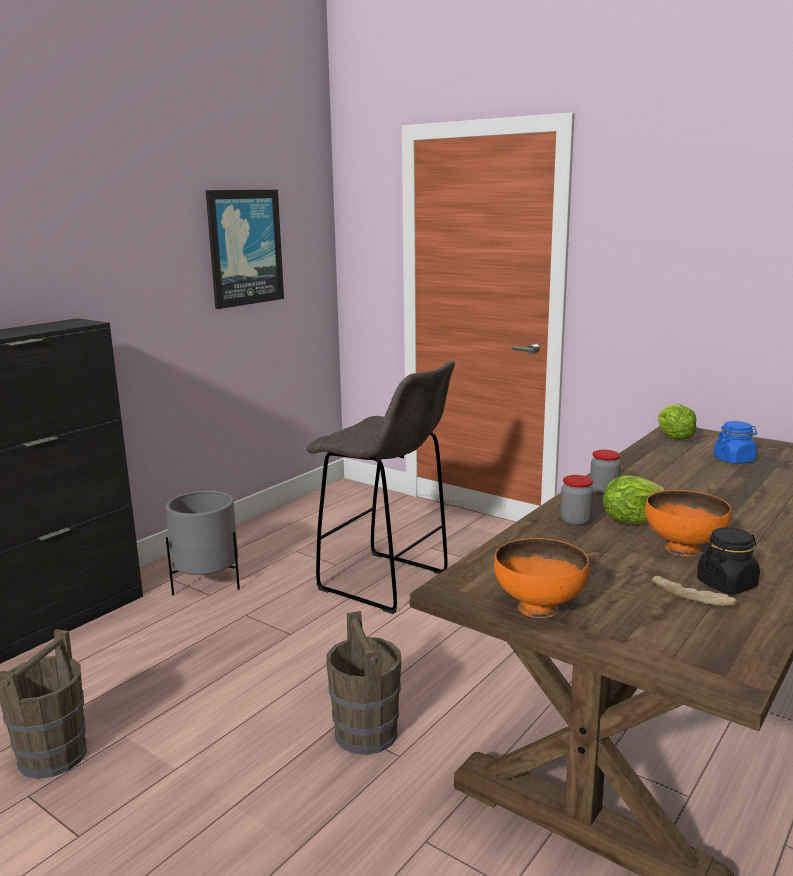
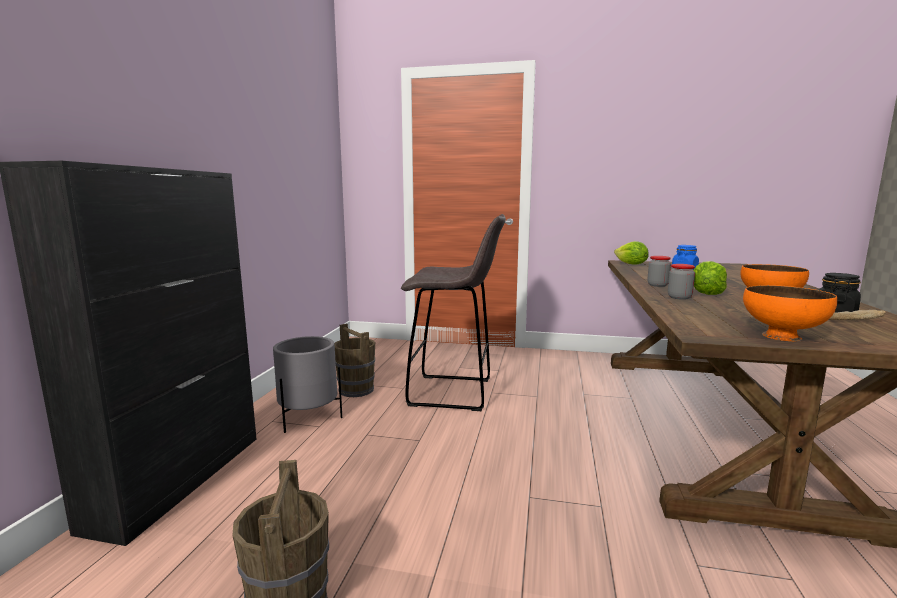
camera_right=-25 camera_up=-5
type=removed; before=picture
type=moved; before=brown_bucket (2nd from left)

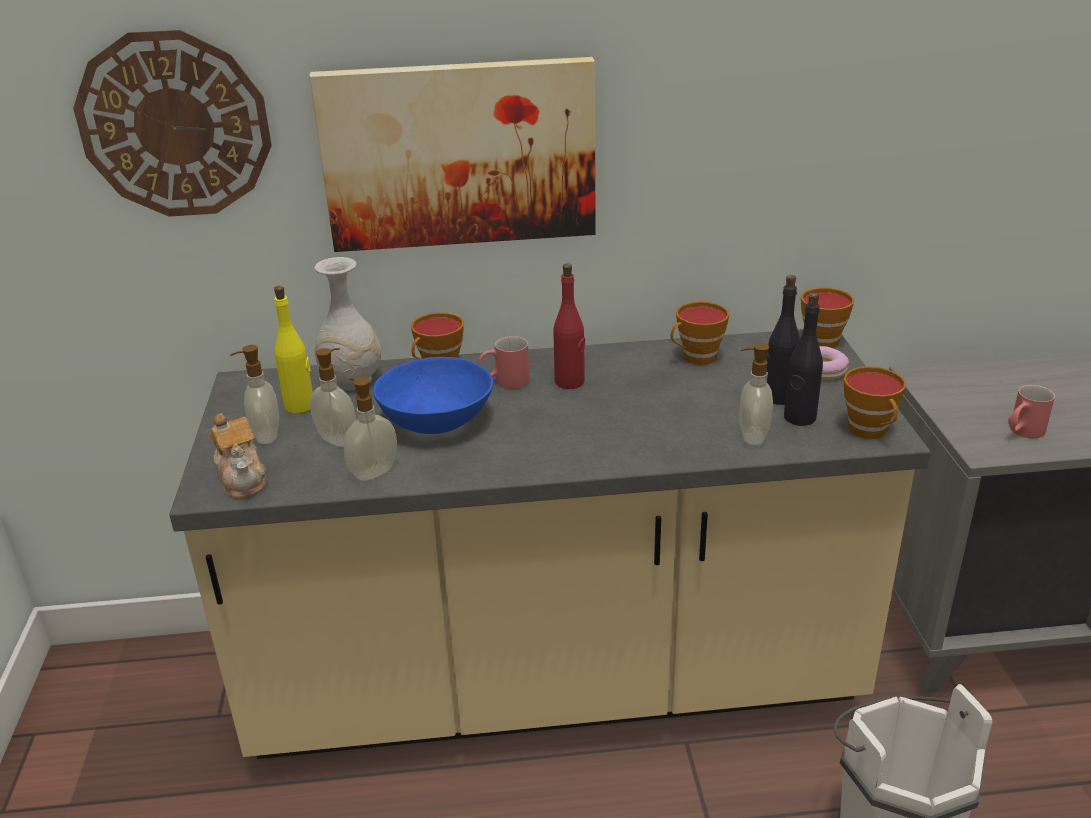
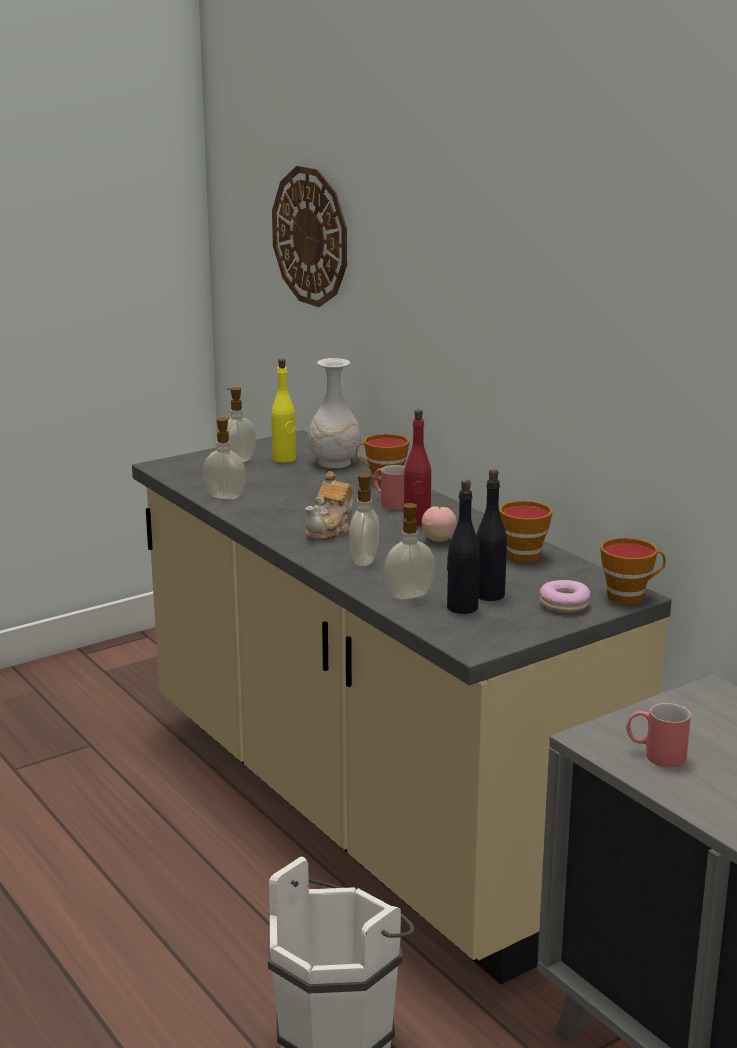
camera_right=60 camera_up=-10
type=removed; before=picture
type=moved; before=soap_dispenser (2nd from left in the first image); after=soap_dispenser (3rd from left)
type=removed; before=blue_bowl
type=removed; before=cup (4th from left)
type=moved; before=teapot
type=added; after=apple

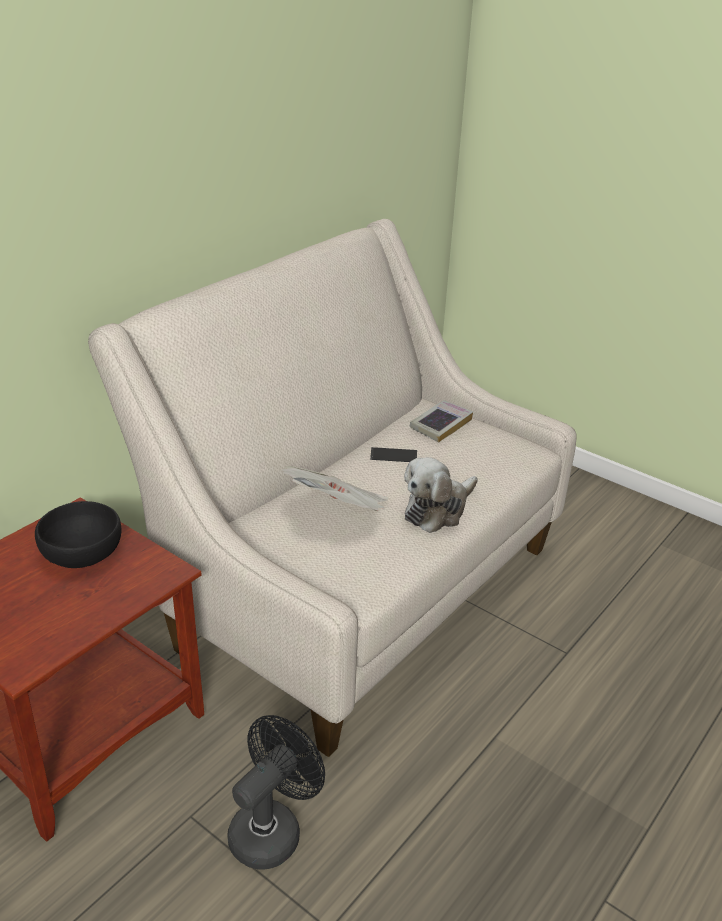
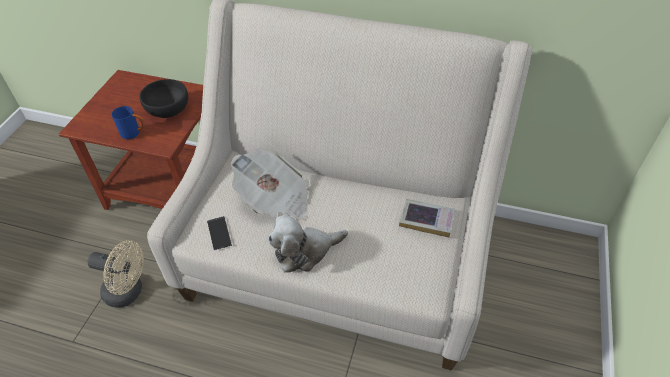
camera_right=70 camera_up=15
type=moved; before=phone
type=turned; before=plush_toy; turn=-45
type=recoloured; before=black_fan; after=beige_fan
type=added; after=blue_mug

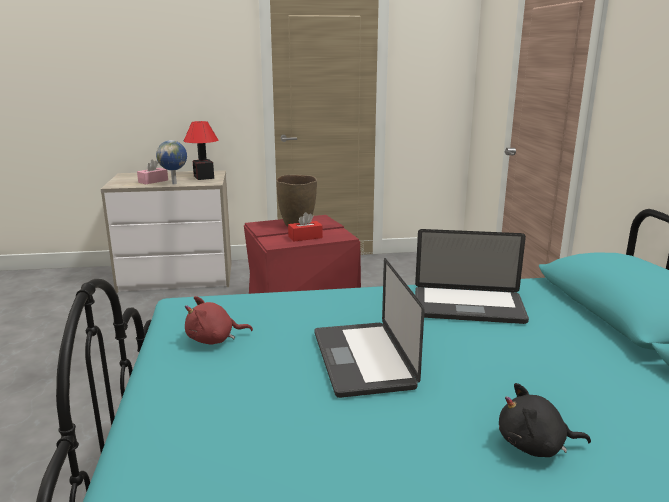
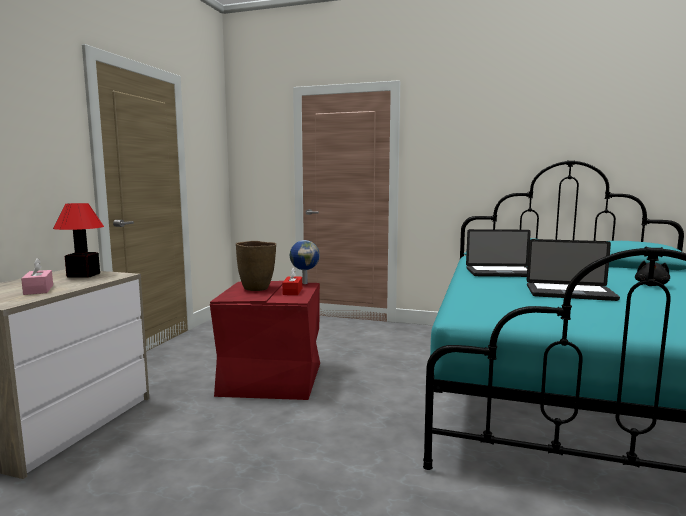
camera_right=-65 camera_up=-10
type=moved; before=globe
type=turned; before=laptop (2nd from left in the first image); turn=60
type=removed; before=red_plush_toy

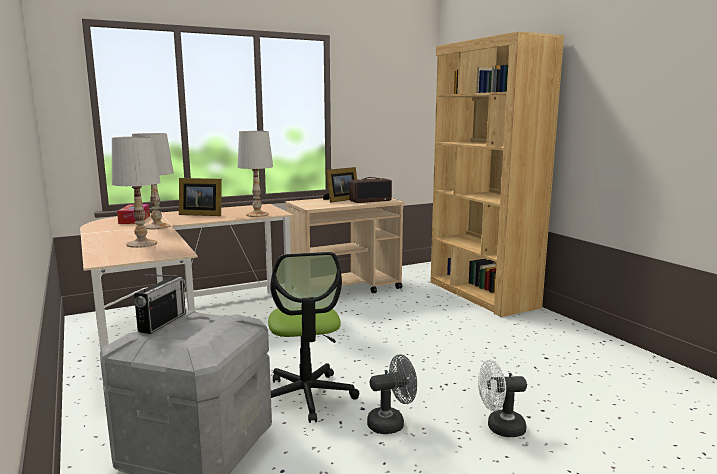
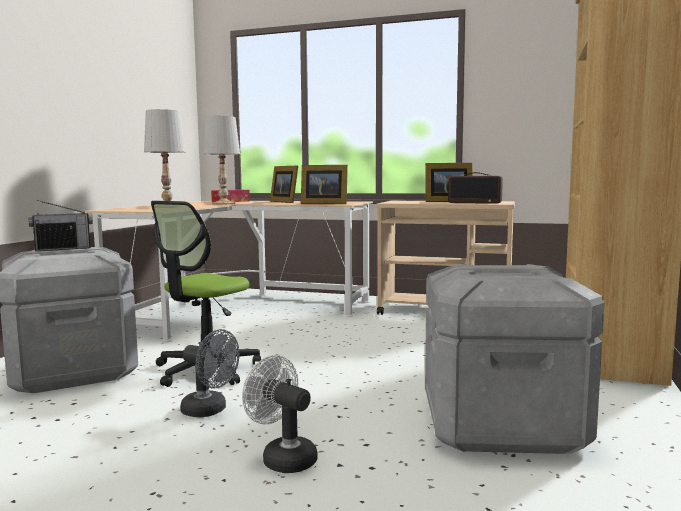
camera_right=45 camera_up=-5
type=replaced; before=white_table_lamp (3rd from left); after=picture_frame (2nd from left)
type=added; after=grey_storage_box (2nd from left)

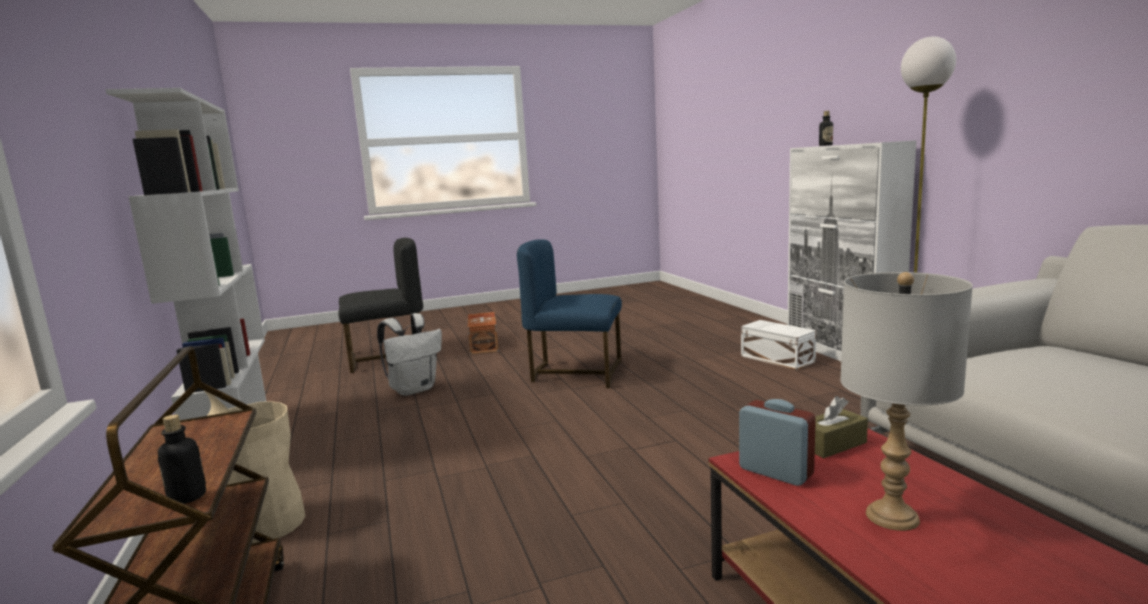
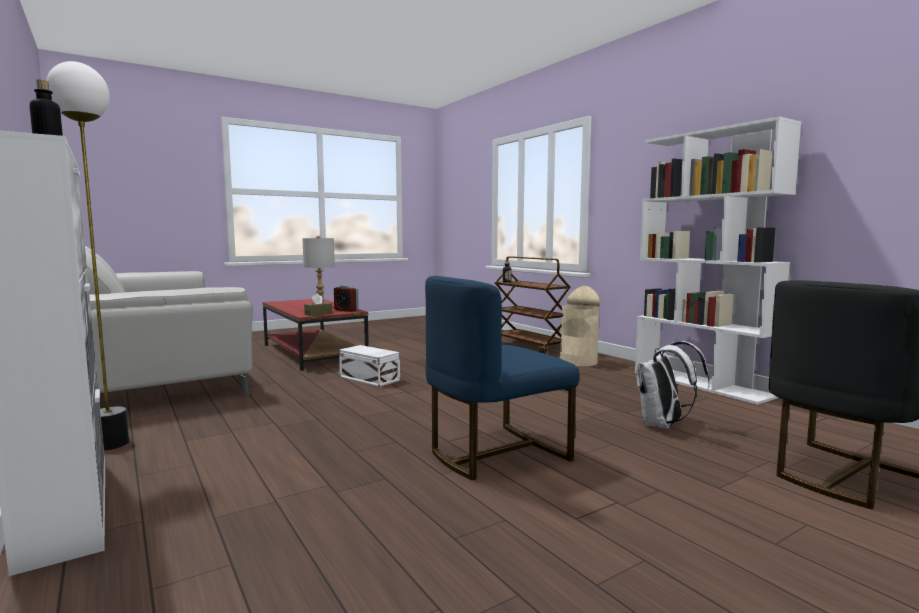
camera_right=165 camera_up=-5
type=turned; before=blue_chair; turn=150
type=removed; before=brown_storage_box
type=moved; before=white_storage_box

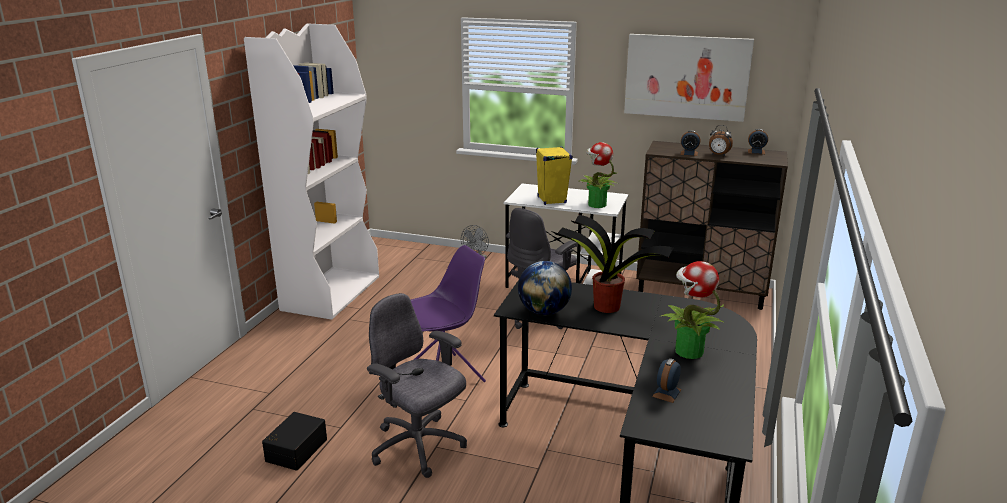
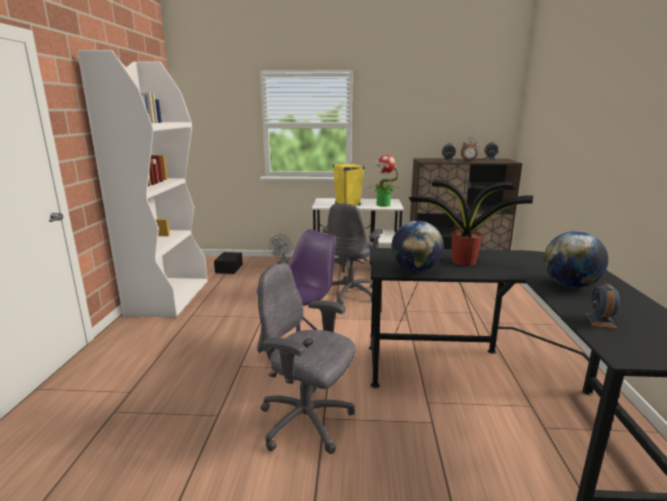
camera_right=-15 camera_up=-5
type=removed; before=picture
type=replaced; before=potted_plant (3rd from left); after=globe (2nd from left)
type=moved; before=black_storage_box

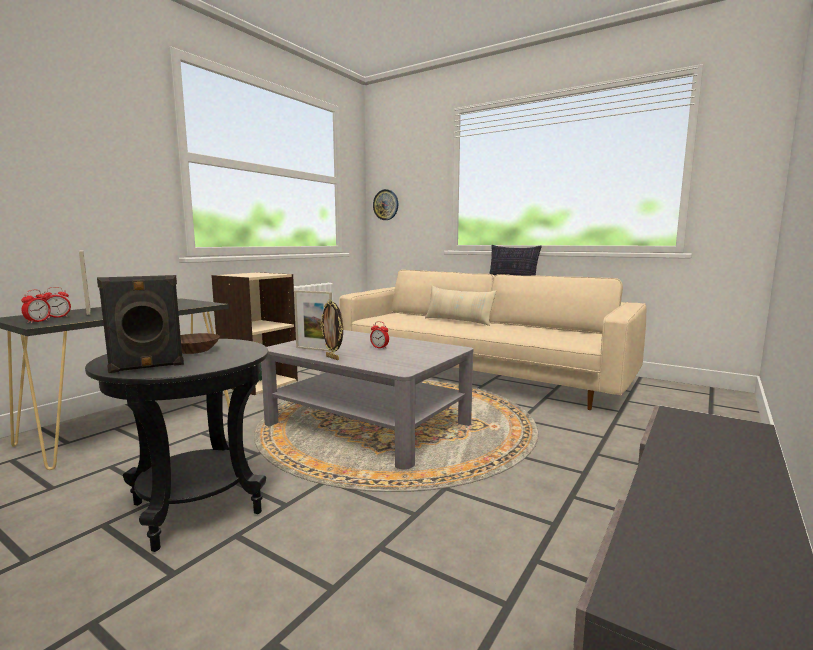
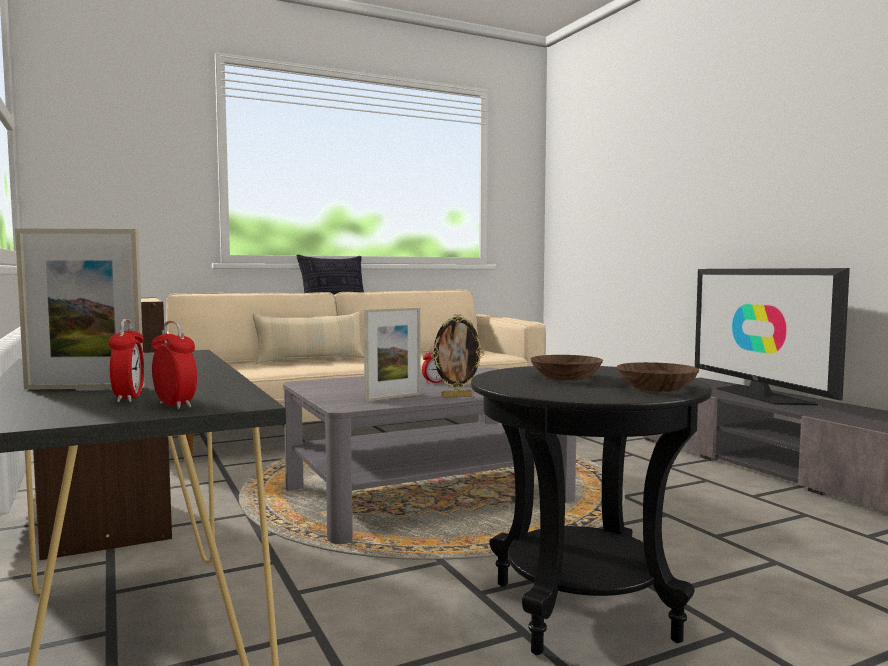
camera_right=-60 camera_up=-5
type=removed; before=wall_clock
type=replaced; before=black_speaker; after=brown_bowl (2nd from left)
type=added; after=television

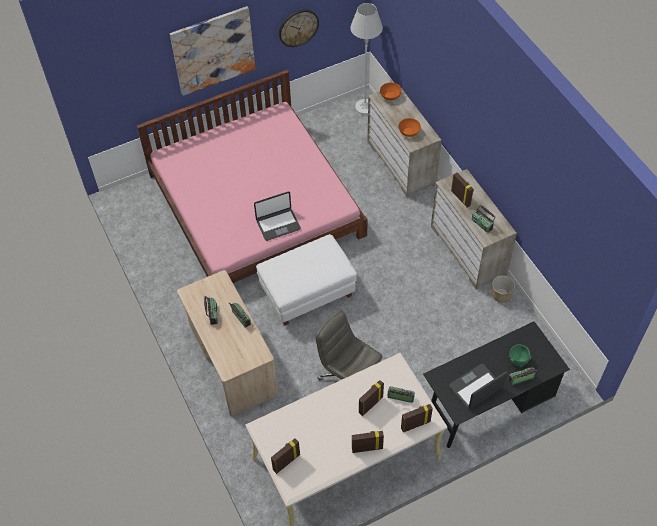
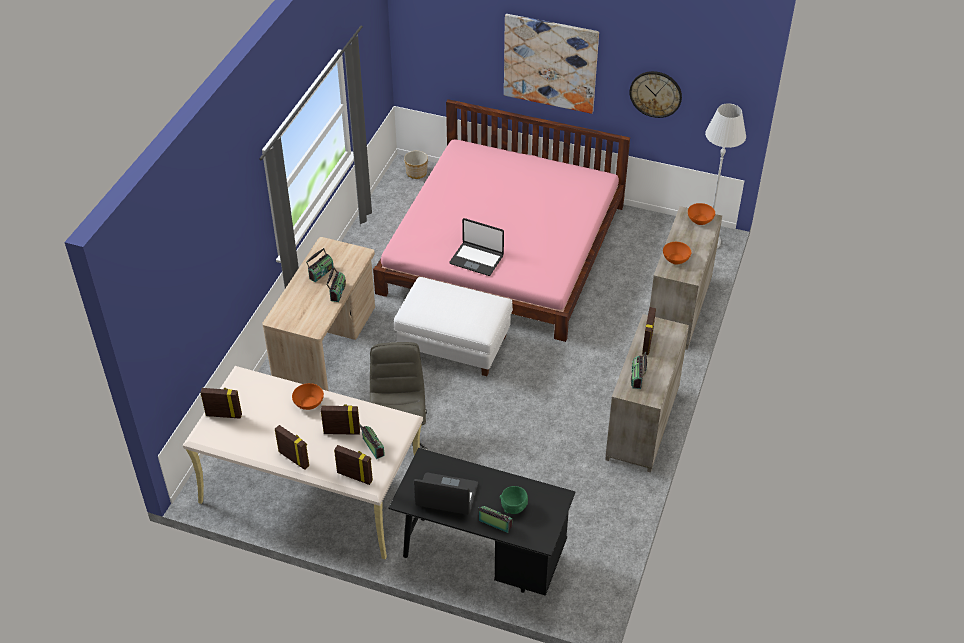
camera_right=45 camera_up=-10
type=moved; before=planter
type=added; after=orange_bowl (1st from left)

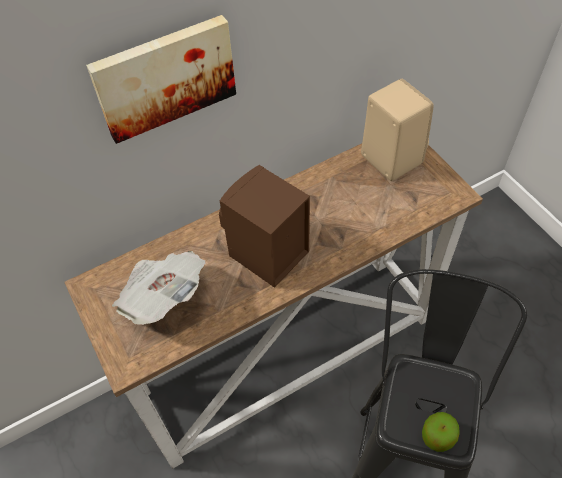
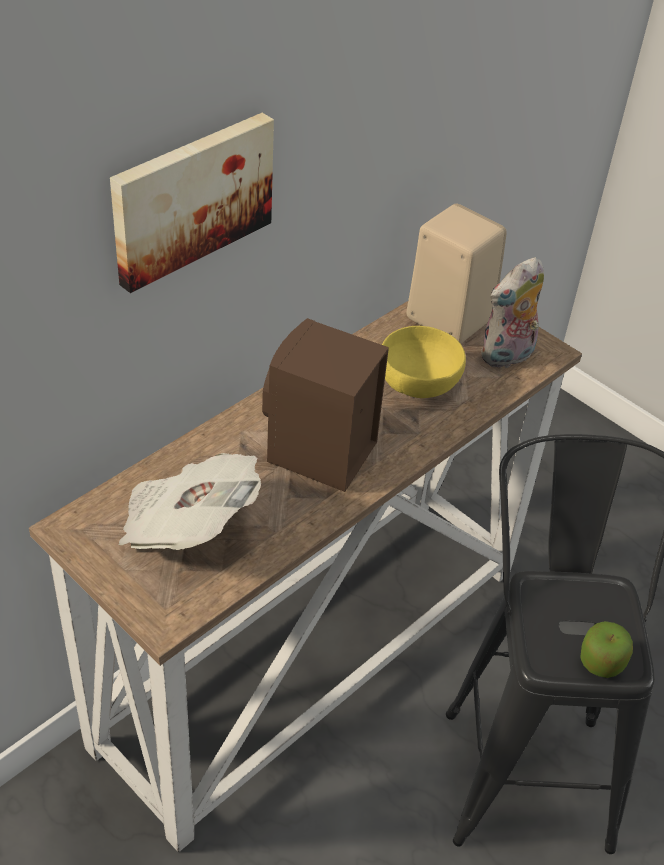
camera_right=-20 camera_up=-10
type=added; after=plush_toy
type=added; after=yellow_bowl

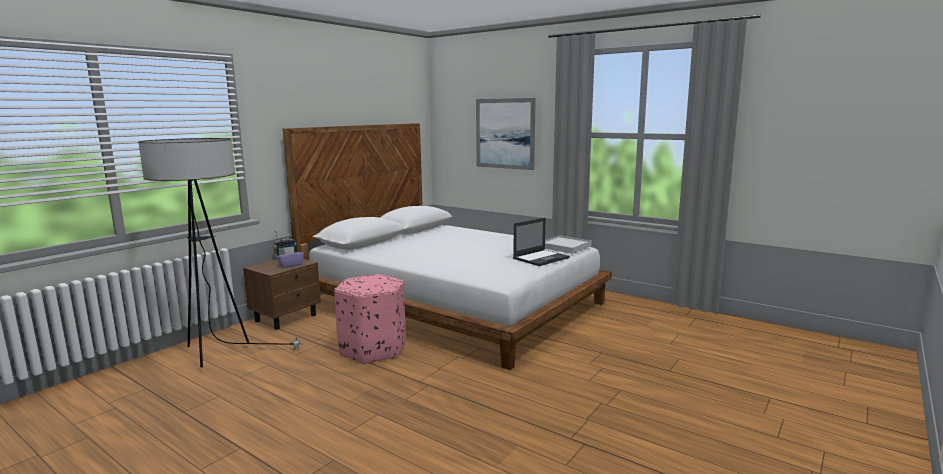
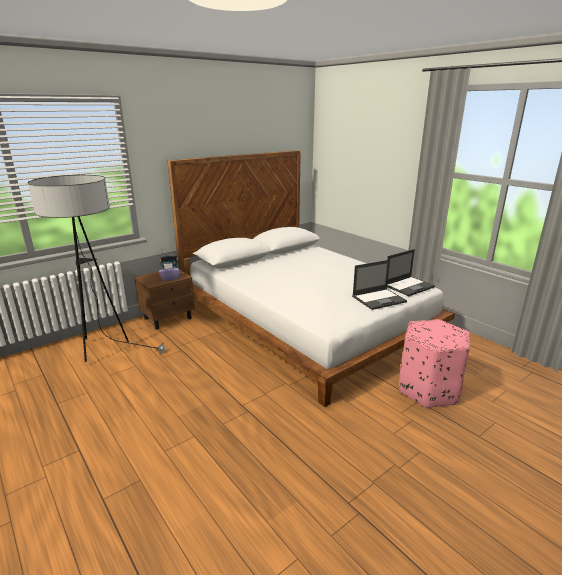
camera_right=15 camera_up=10
type=removed; before=picture
type=replaced; before=white_tray; after=laptop (2nd from left)
type=moved; before=pink_ottoman

